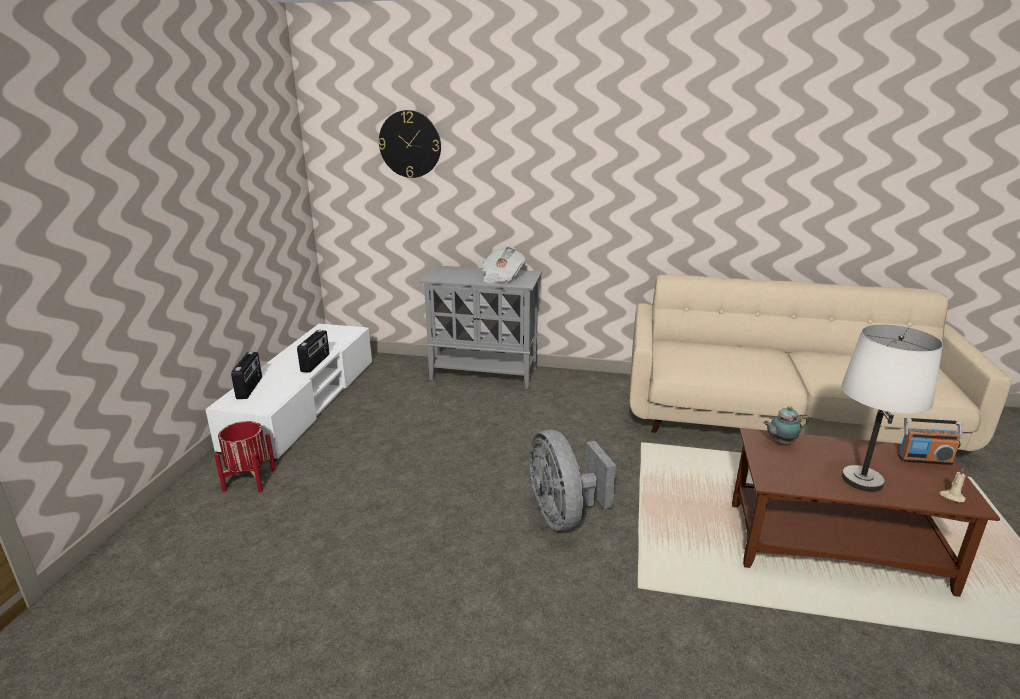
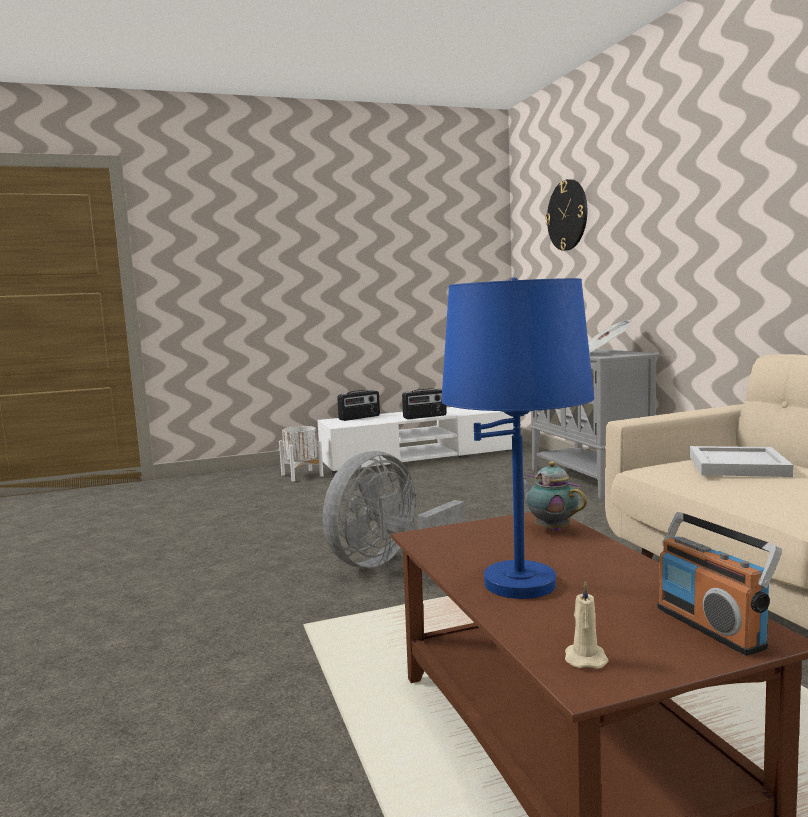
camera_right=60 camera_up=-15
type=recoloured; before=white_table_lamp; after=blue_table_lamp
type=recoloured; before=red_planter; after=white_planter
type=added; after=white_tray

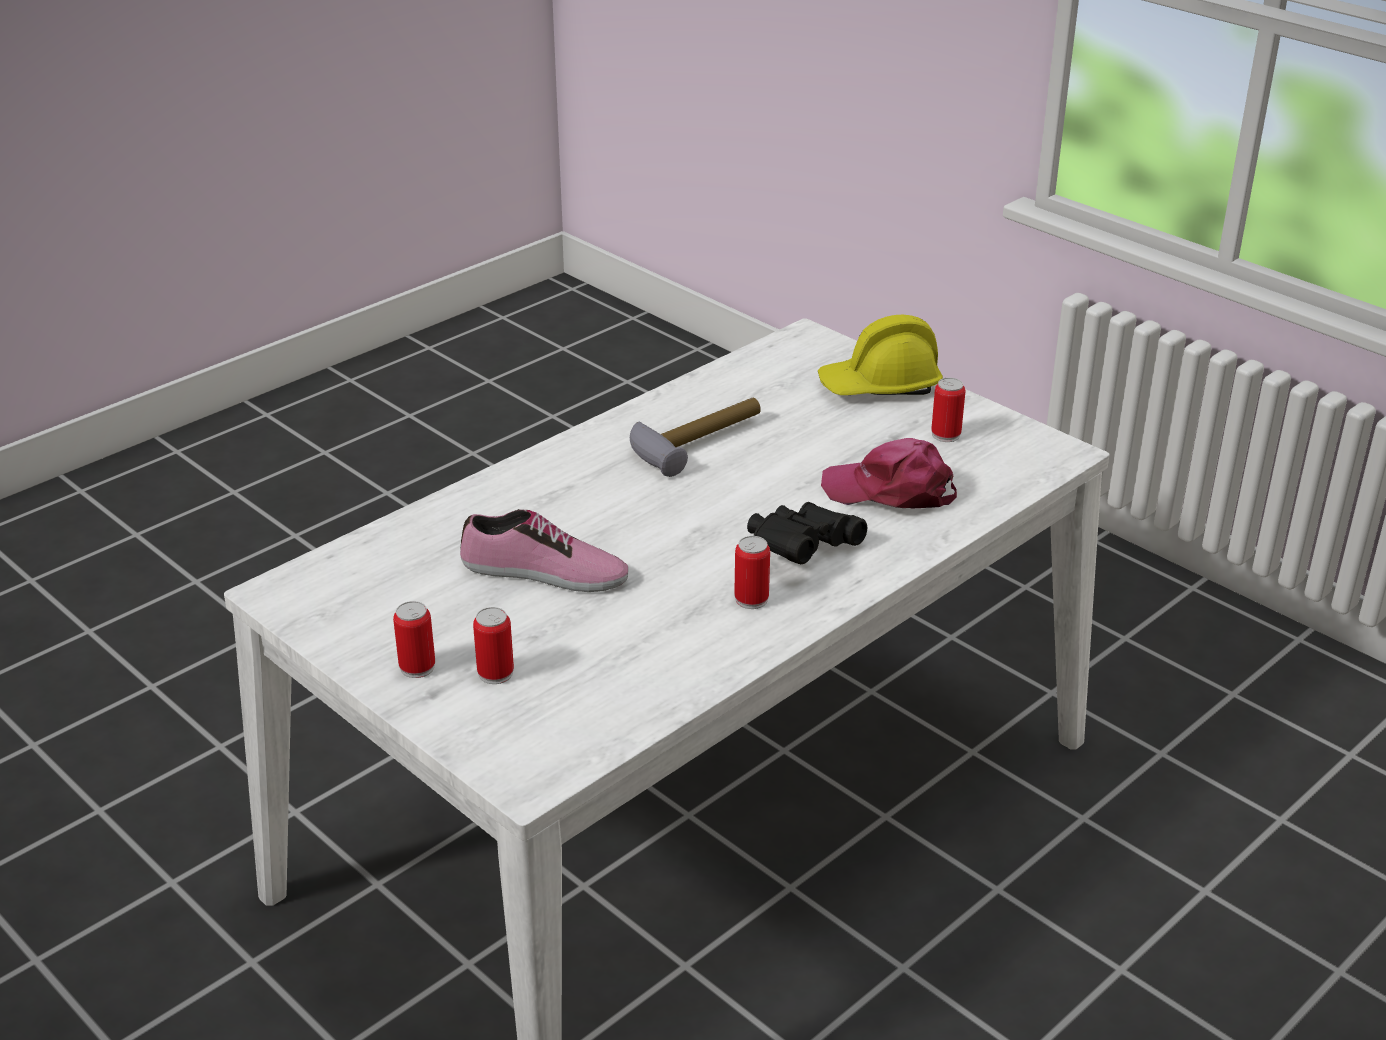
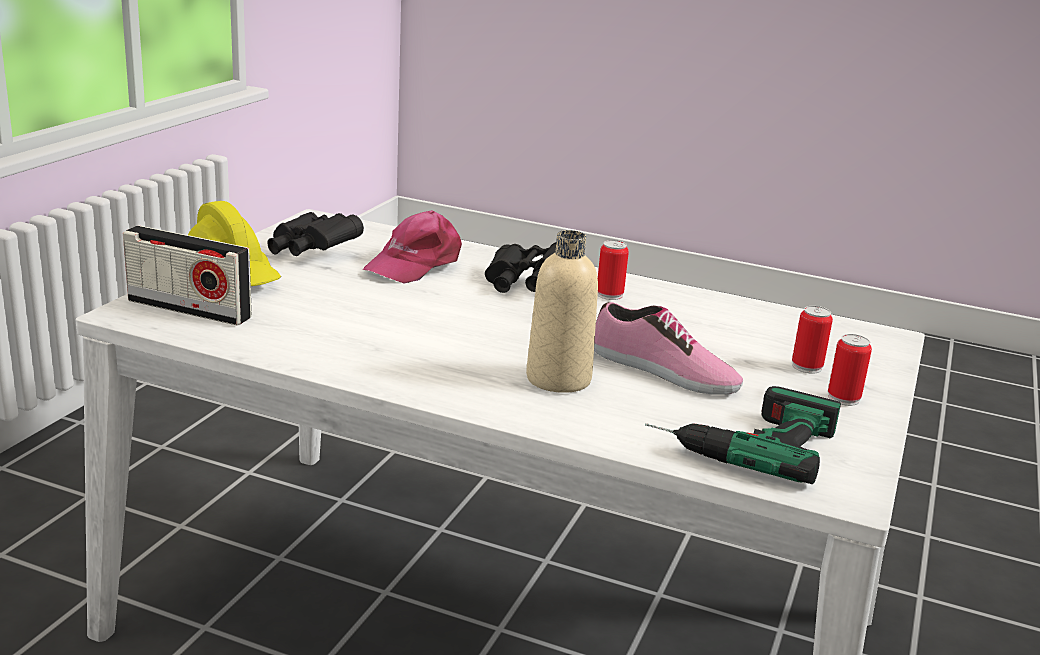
camera_right=-115 camera_up=-10
type=replaced; before=can (4th from left); after=black_binoculars (1st from left)
type=removed; before=hammer
type=turned; before=pink_cap; turn=45
type=turned; before=shoe; turn=135
type=added; after=radio
type=added; after=beige_bottle
type=added; after=power_drill

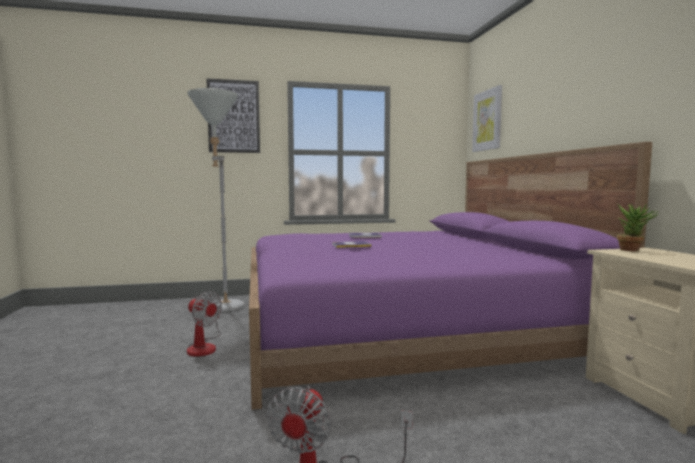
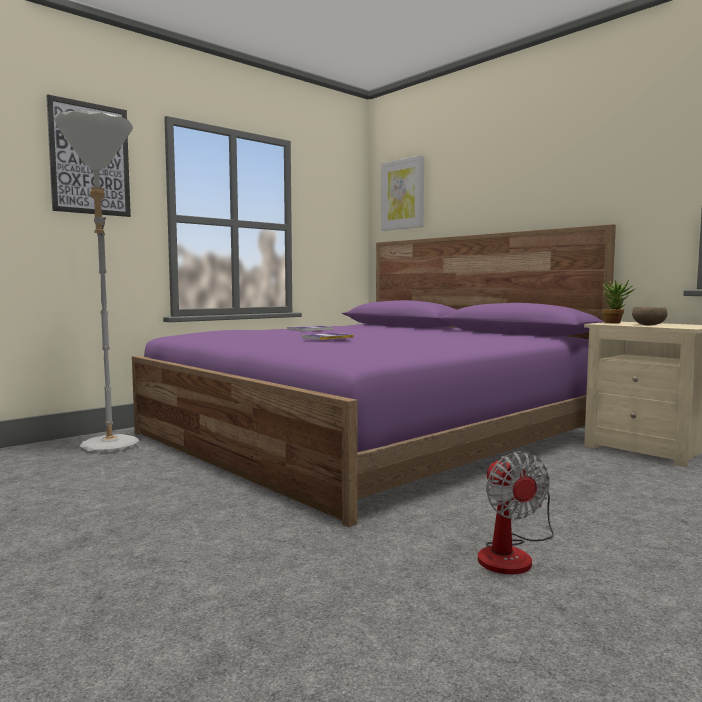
camera_right=-30 camera_up=0
type=removed; before=fan (1st from left)
type=added; after=brown_bowl

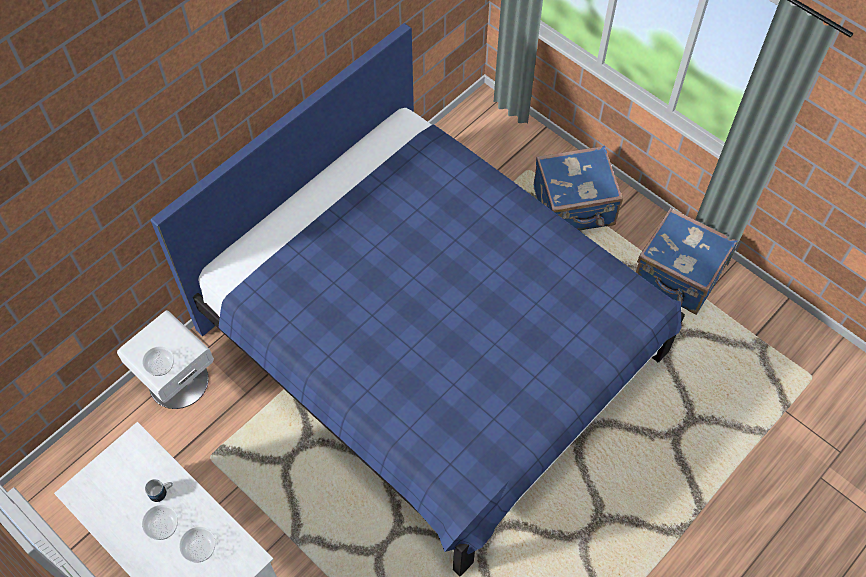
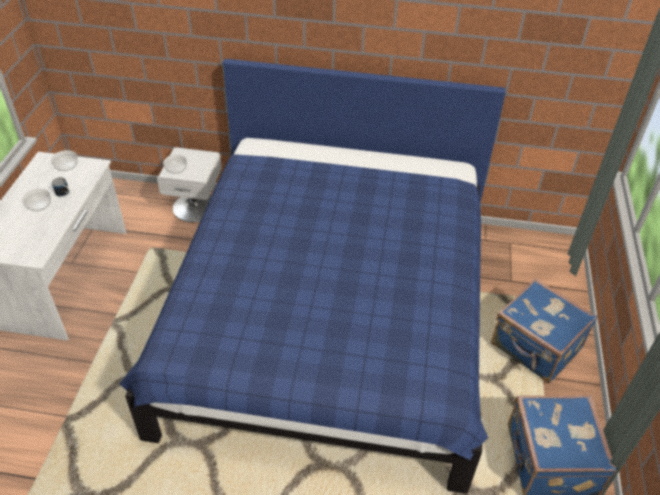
camera_right=55 camera_up=-15
type=moved; before=bowl (3rd from left in the first image); after=bowl (2nd from left)

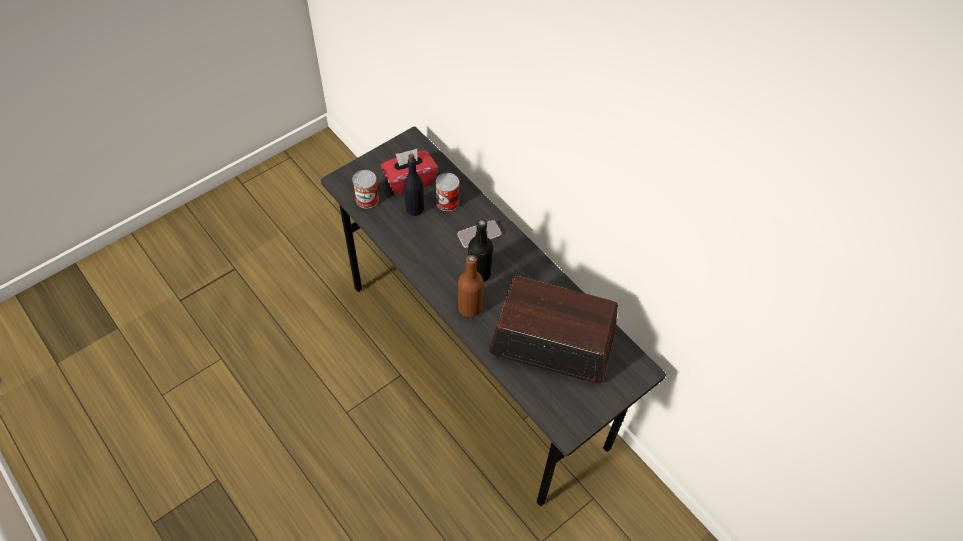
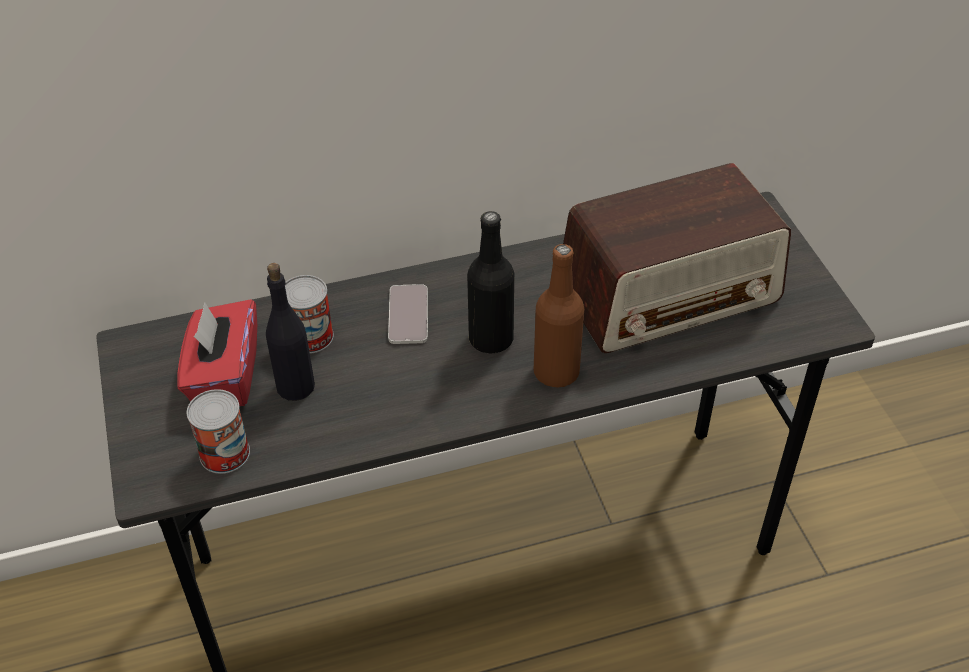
camera_right=-65 camera_up=-10
type=turned; before=radio; turn=-150

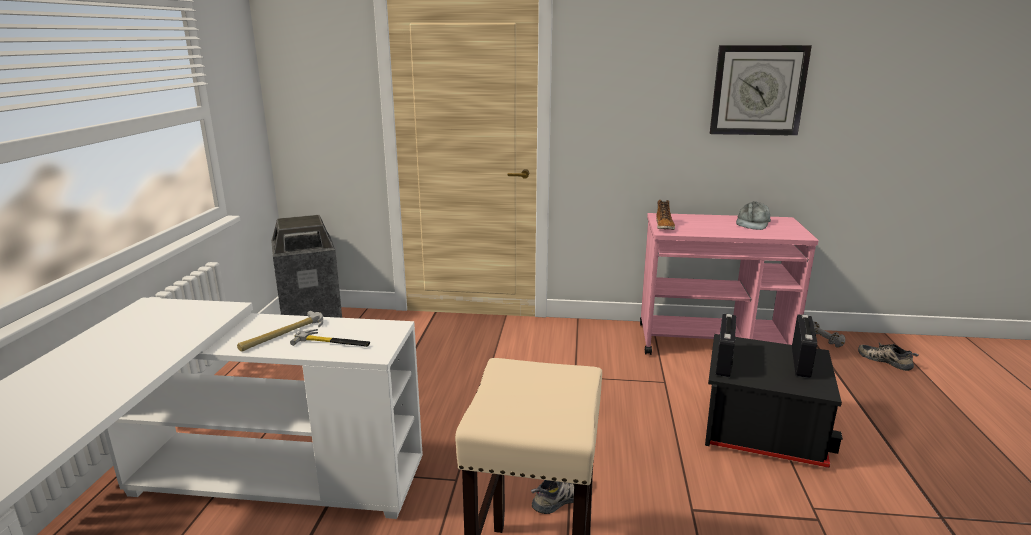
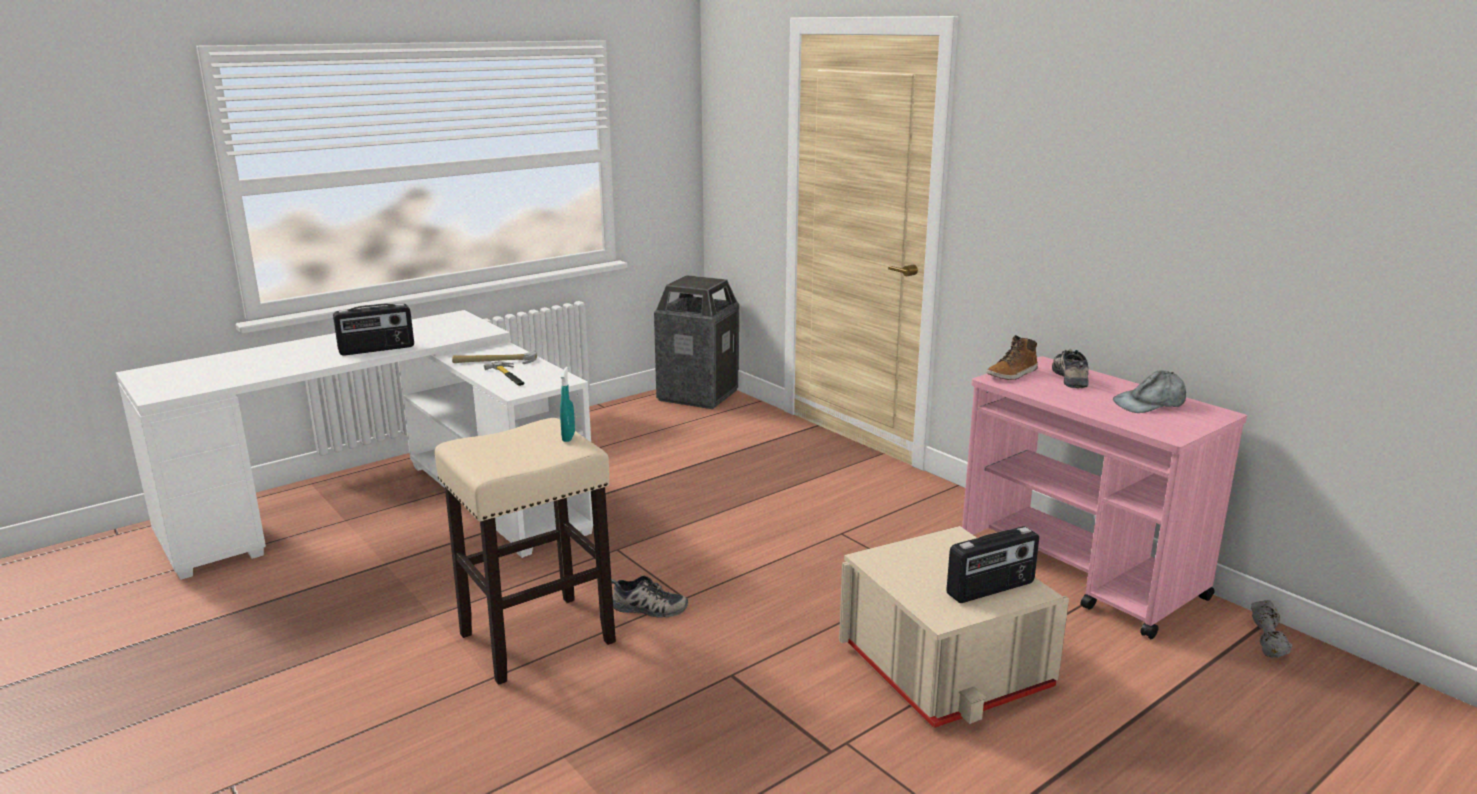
camera_right=45 camera_up=0
type=removed; before=wall_clock
type=moved; before=radio (1st from left)
type=recoloured; before=black_storage_box; after=beige_storage_box
type=moved; before=shoe (2nd from left)
type=added; after=turquoise_spray_bottle

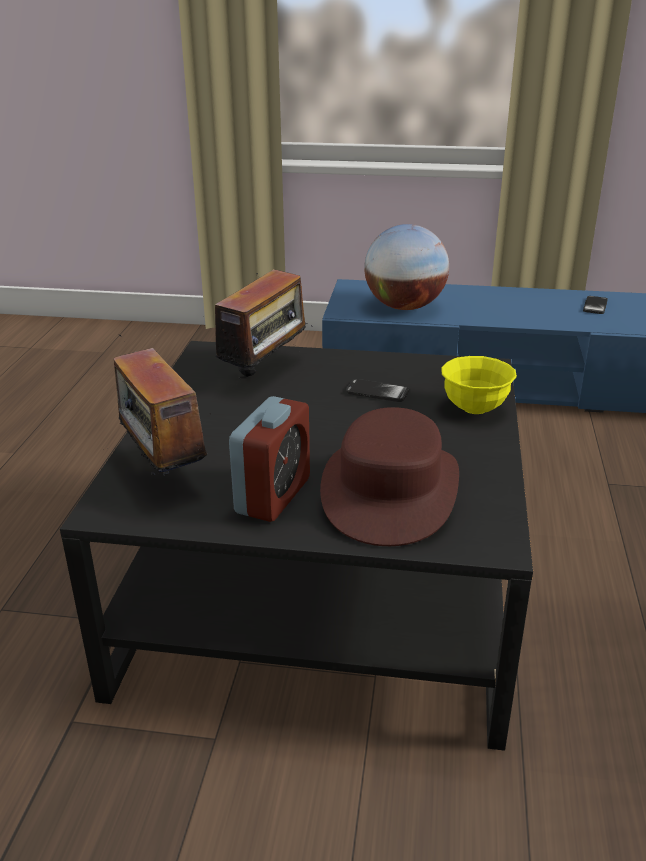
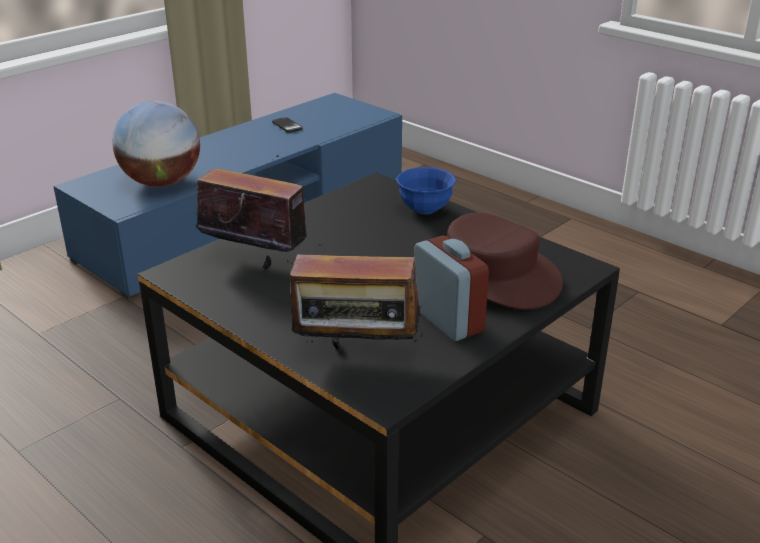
camera_right=-55 camera_up=0
type=turned; before=radio (2nd from left in the first image); turn=-45
type=recoloured; before=yellow_bowl; after=blue_bowl
type=removed; before=phone (1st from left)

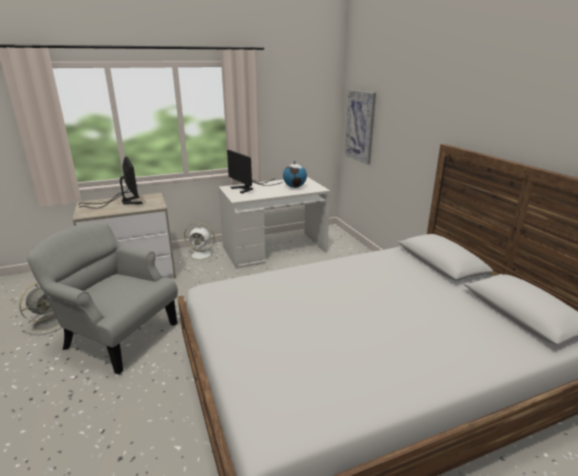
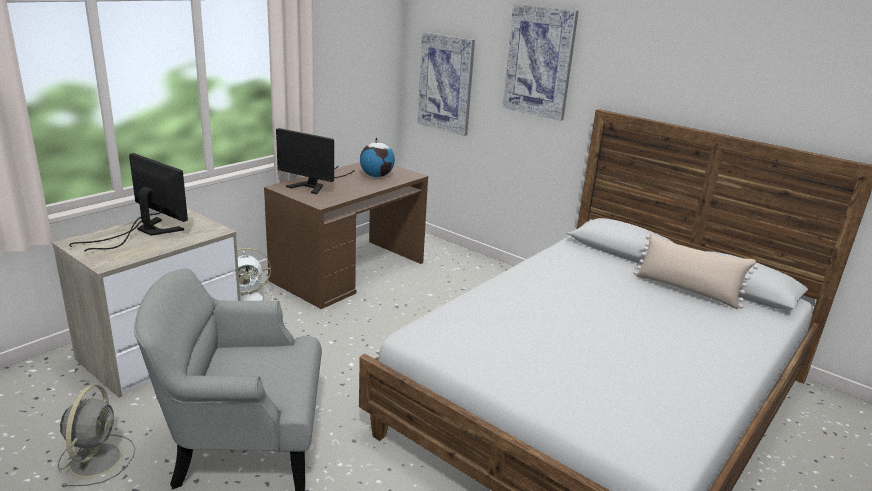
camera_right=-30 camera_up=0
type=recoloured; before=white_desk; after=brown_desk
type=added; after=picture (2nd from left)
type=added; after=beige_pillow

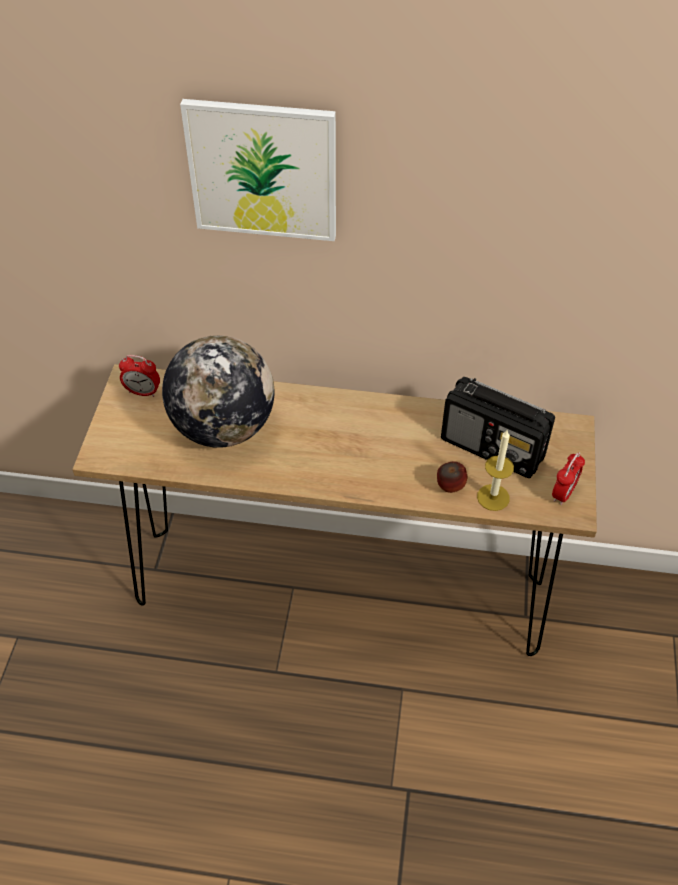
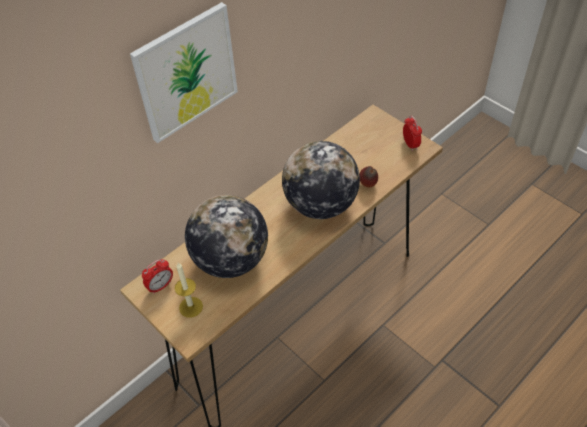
camera_right=-50 camera_up=0
type=removed; before=radio
type=moved; before=candle
type=added; after=globe (2nd from left)

